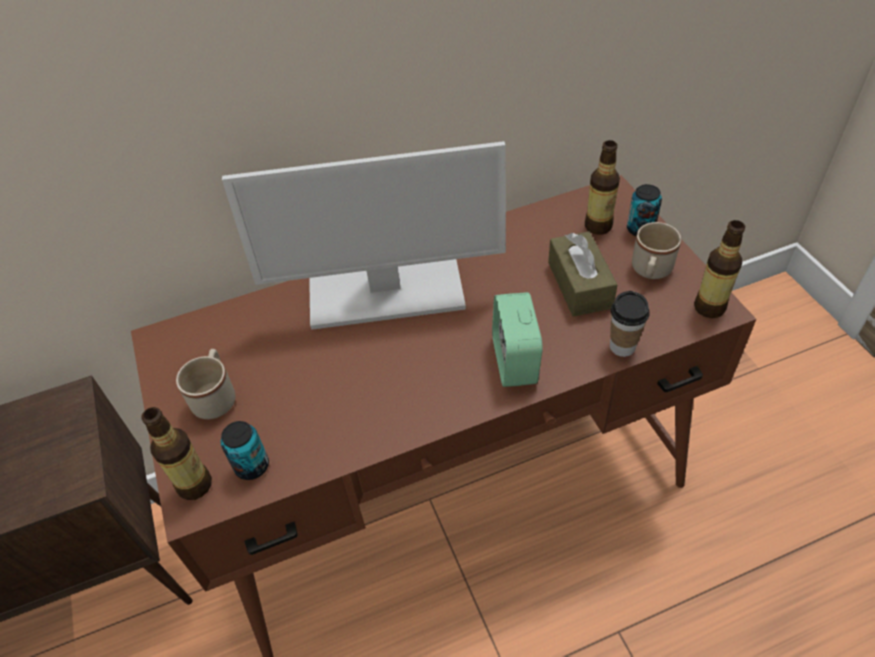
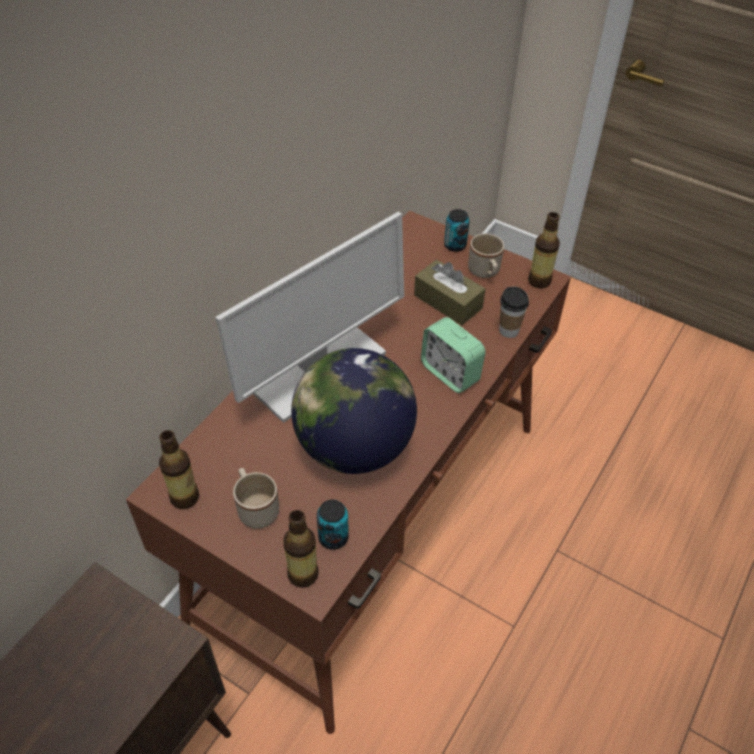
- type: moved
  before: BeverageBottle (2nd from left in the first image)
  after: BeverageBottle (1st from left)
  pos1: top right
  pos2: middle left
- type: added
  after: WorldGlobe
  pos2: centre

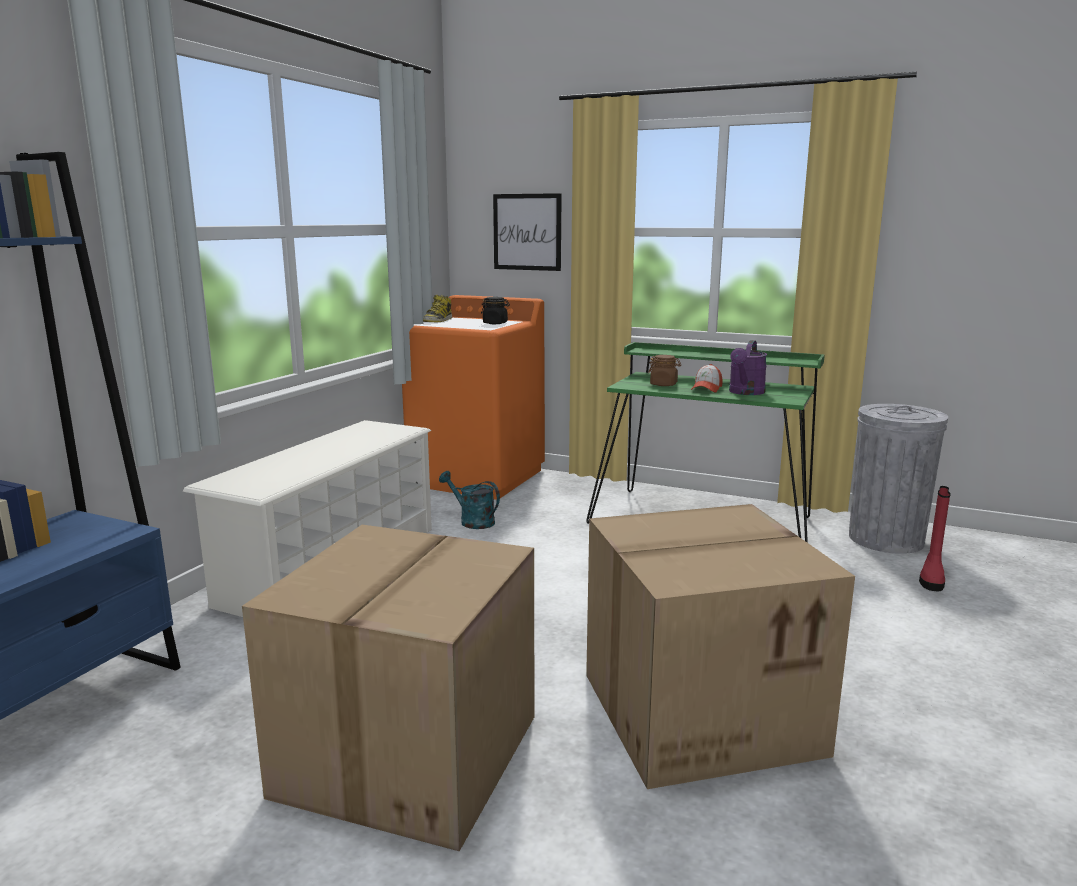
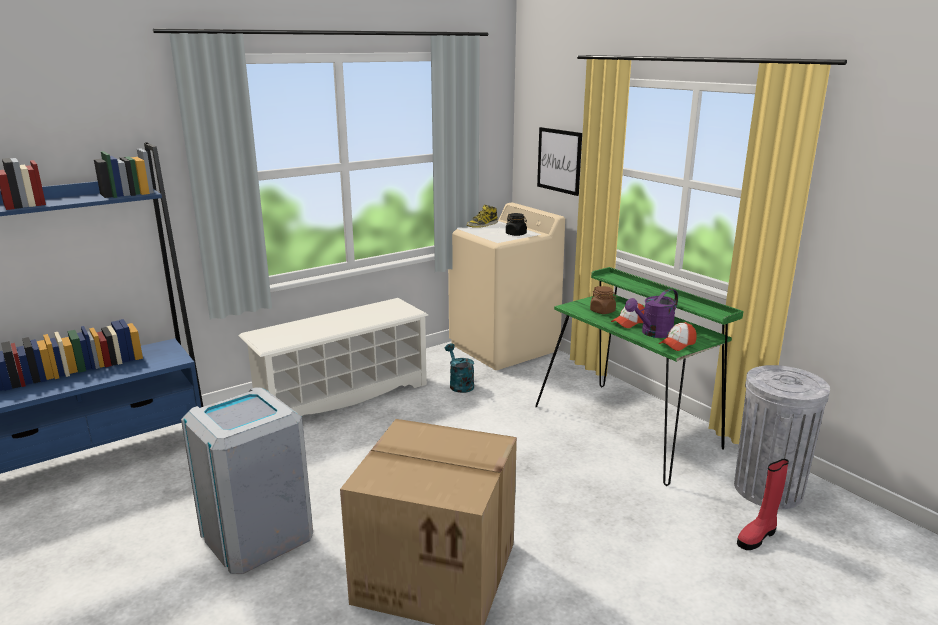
- type: replaced
  before: Carton (1st from left)
  after: GrayTrashCan (1st from left)
  pos1: bottom centre
  pos2: bottom left
- type: recoloured
  before: OrangeWashingMachine
  after: BeigeWashingMachine
  pos1: centre
  pos2: centre
- type: added
  after: PeakedCap (2nd from left)
  pos2: middle right

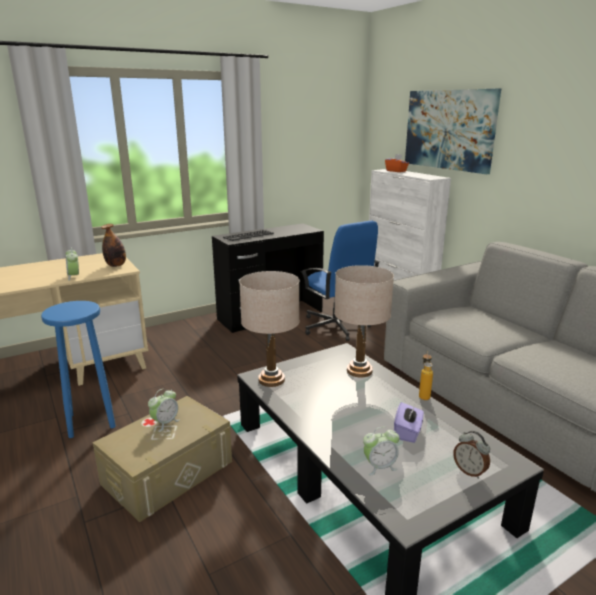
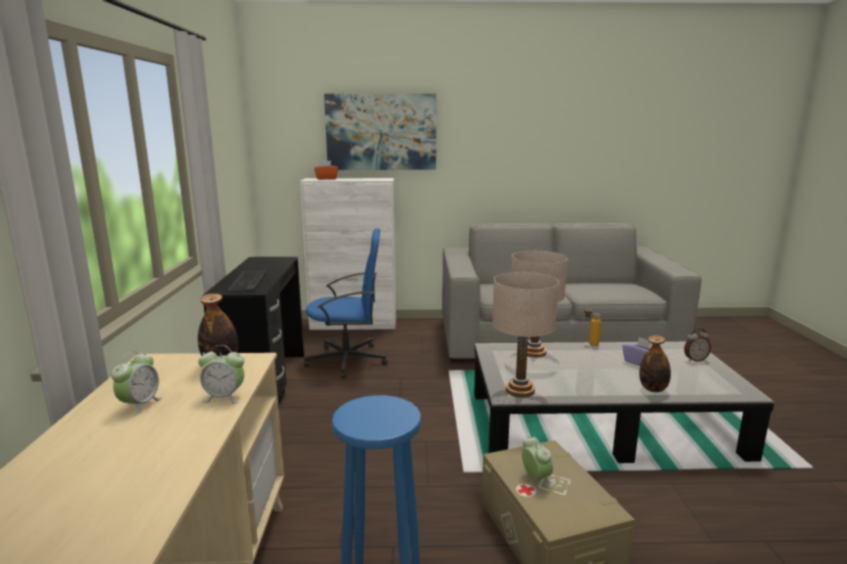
- type: moved
  before: BedsideClock (3rd from left in the first image)
  after: BedsideClock (1st from left)
  pos1: bottom centre
  pos2: bottom left
- type: added
  after: BeverageBottle (3rd from left)
  pos2: middle right

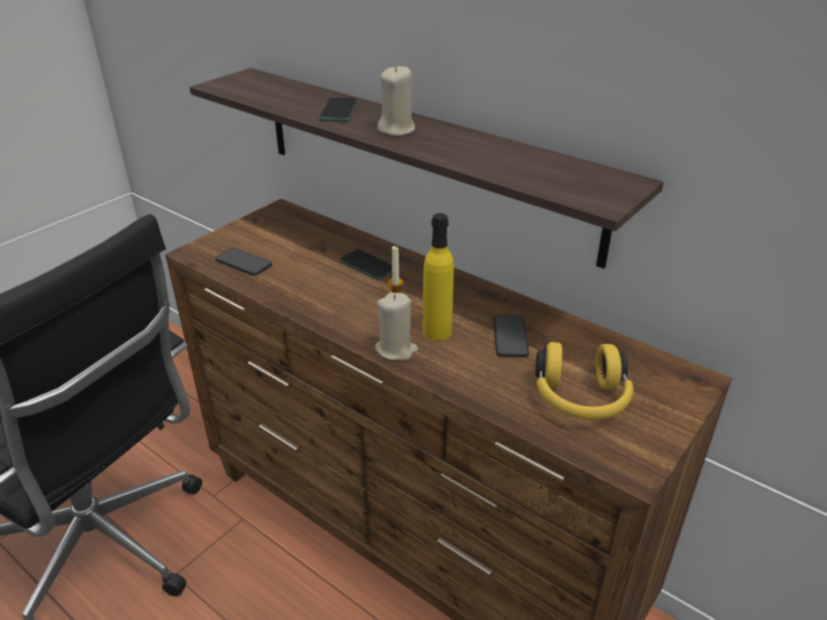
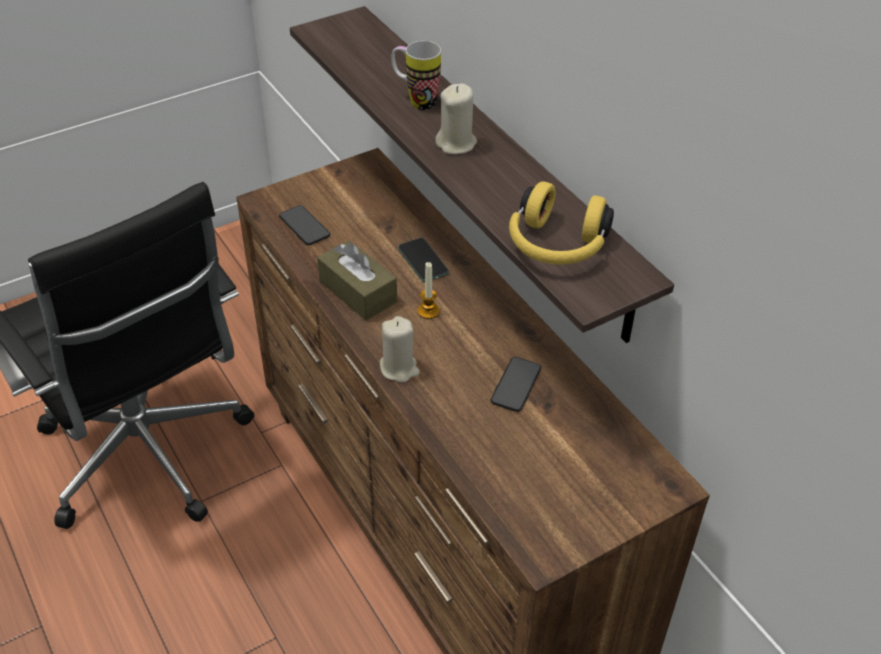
- type: replaced
  before: Telephone (2nd from left)
  after: CoffeeMug
  pos1: top centre
  pos2: top centre
- type: removed
  before: YellowishBeverageBottle
  pos1: centre
- type: moved
  before: YellowishHeadset
  pos1: middle right
  pos2: centre
- type: added
  after: BrownBoxOfTissues
  pos2: centre

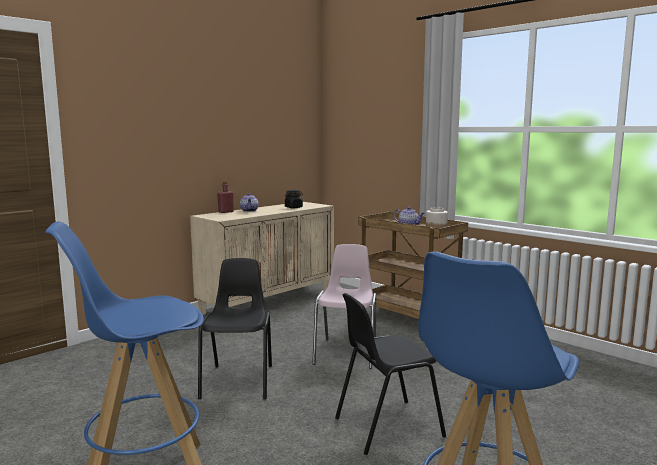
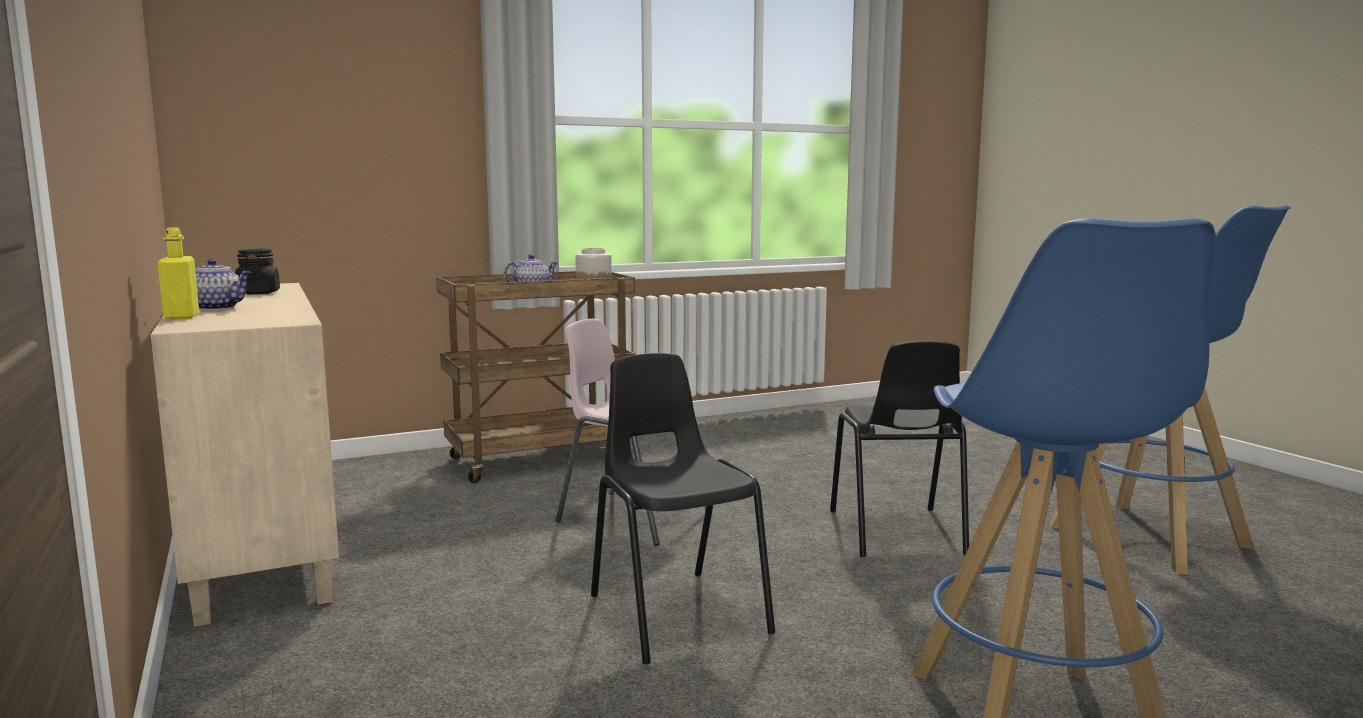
- type: turned
  before: BlackColouredUprightChair (1st from left)
  pos1: bottom centre
  pos2: bottom centre
  turn: 45
- type: recoloured
  before: RedColouredBeverageBottle
  after: YellowishBeverageBottle
  pos1: centre
  pos2: middle left

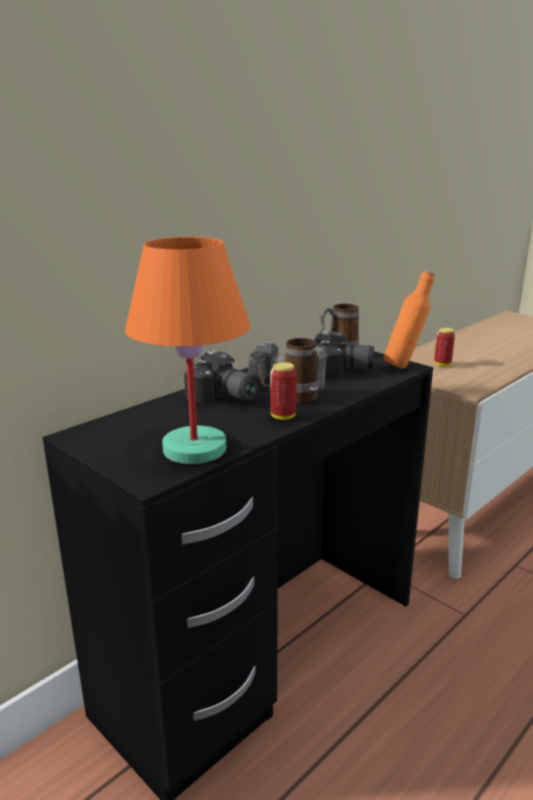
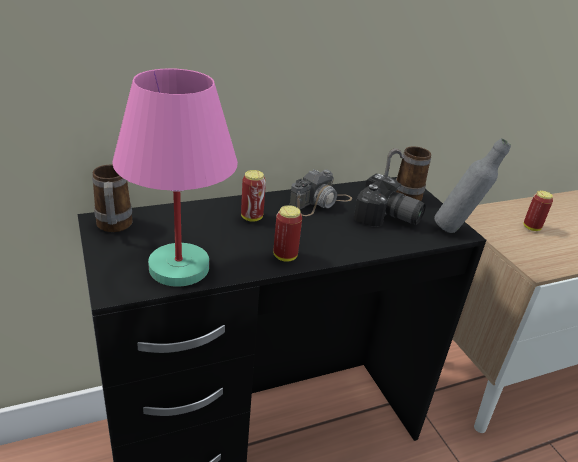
- type: recoloured
  before: OrangeLampForATable
  after: PinkLampForATable
  pos1: centre
  pos2: middle left
- type: replaced
  before: PhotoCamera (1st from left)
  after: Can (1st from left)
  pos1: centre
  pos2: centre
- type: moved
  before: CoffeeMug (1st from left)
  pos1: centre
  pos2: middle left
- type: recoloured
  before: OrangeBeverageBottle
  after: GrayBeverageBottle
  pos1: middle right
  pos2: middle right

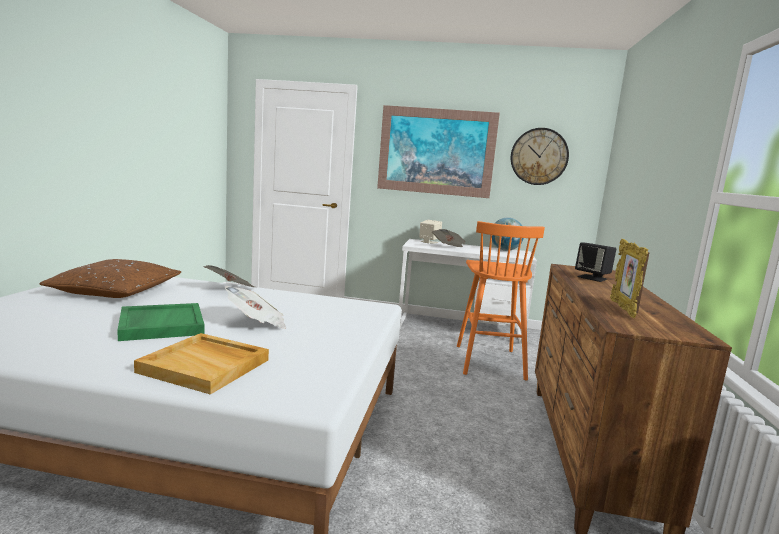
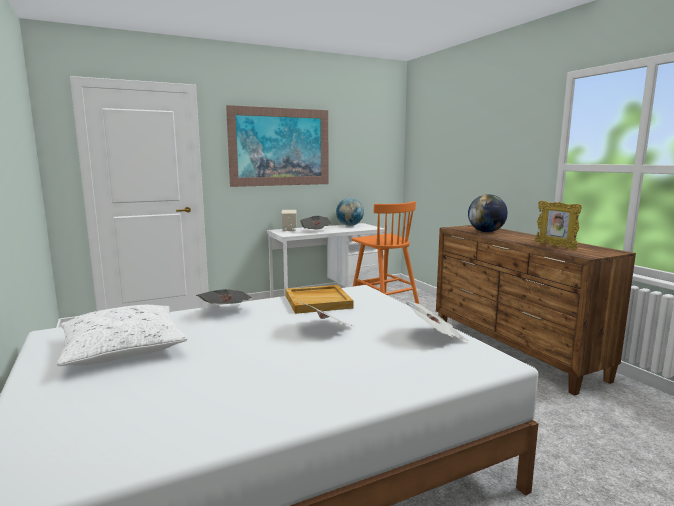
- type: recoloured
  before: BrownCushion
  after: WhitishCushion
  pos1: middle left
  pos2: middle left
- type: removed
  before: GreenTray
  pos1: middle left
- type: moved
  before: BeigeTray
  pos1: bottom left
  pos2: centre
- type: removed
  before: WallClock
  pos1: top right
- type: replaced
  before: BlackColouredSpeaker
  after: WorldGlobe (2nd from left)
  pos1: middle right
  pos2: middle right
- type: added
  after: DailyPaper (4th from left)
  pos2: centre

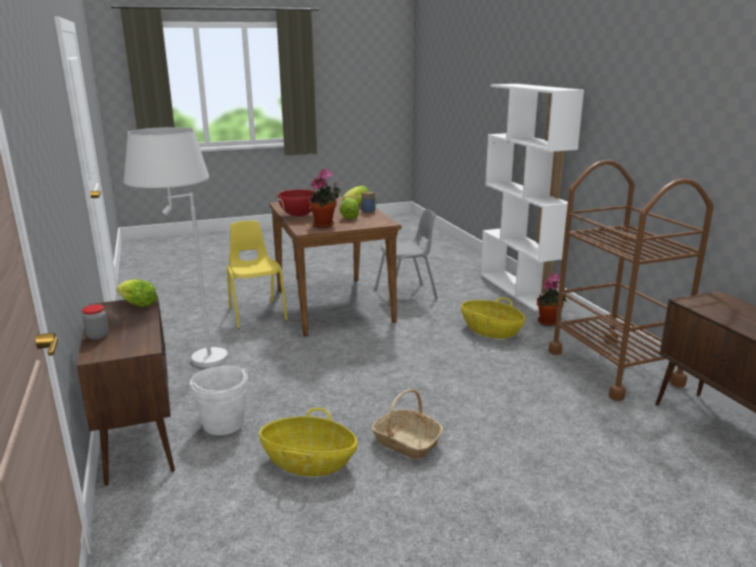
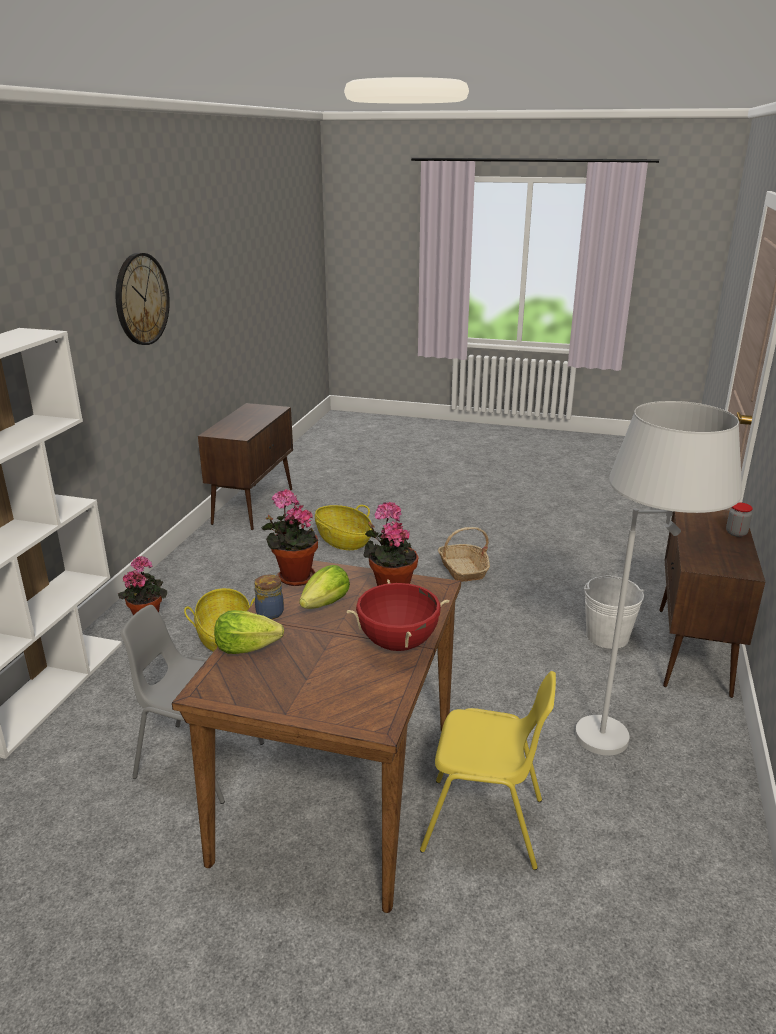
- type: removed
  before: LettuceHead (1st from left)
  pos1: middle left
- type: turned
  before: YellowishUprightChair
  pos1: centre
  pos2: bottom centre
  turn: -90
- type: moved
  before: Basket (1st from left in the first image)
  after: Basket (2nd from left)
  pos1: bottom centre
  pos2: centre
- type: removed
  before: BrownCart
  pos1: middle right
- type: added
  after: WallClock
  pos2: top left
- type: added
  after: Houseplant (2nd from left)
  pos2: centre

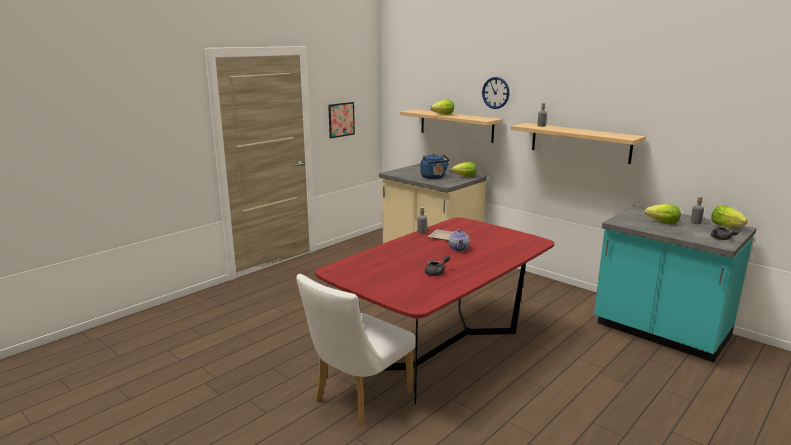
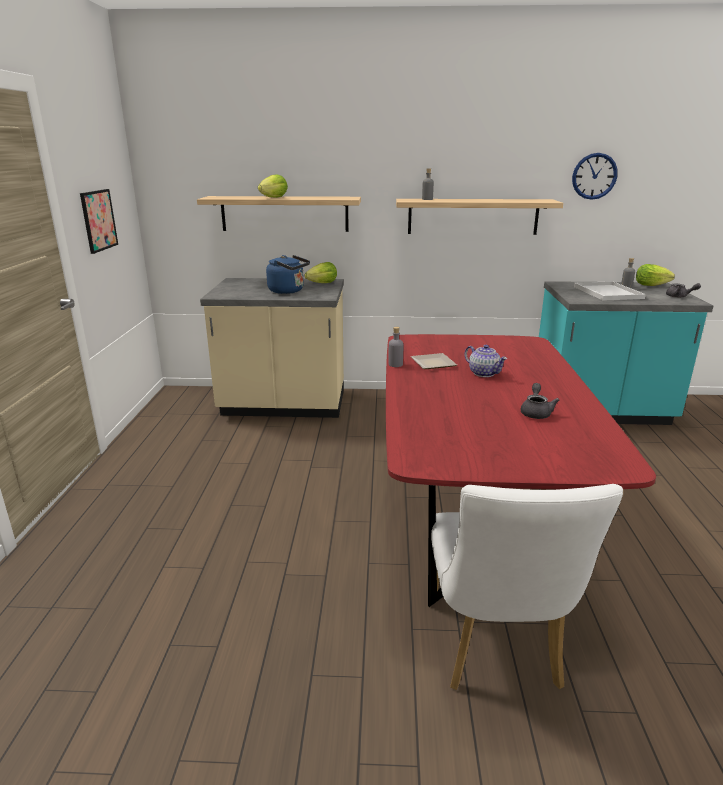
- type: moved
  before: WallClock
  pos1: top centre
  pos2: top right
- type: replaced
  before: LettuceHead (3rd from left)
  after: WhitishTray
  pos1: middle right
  pos2: middle right

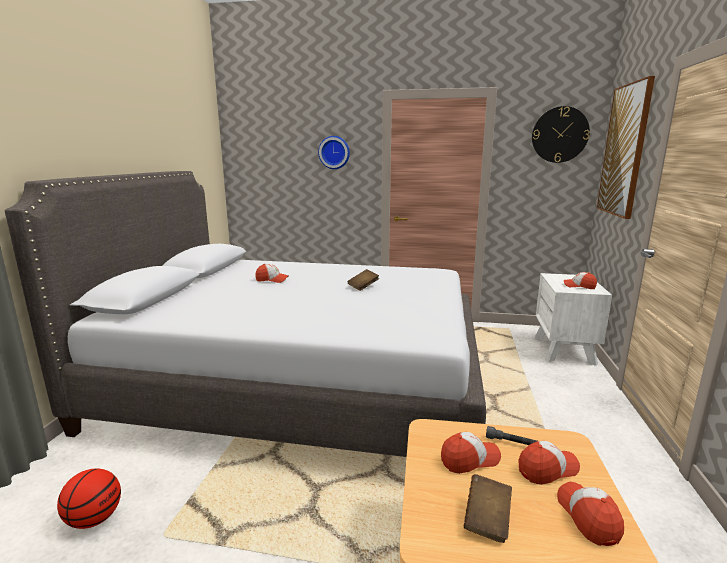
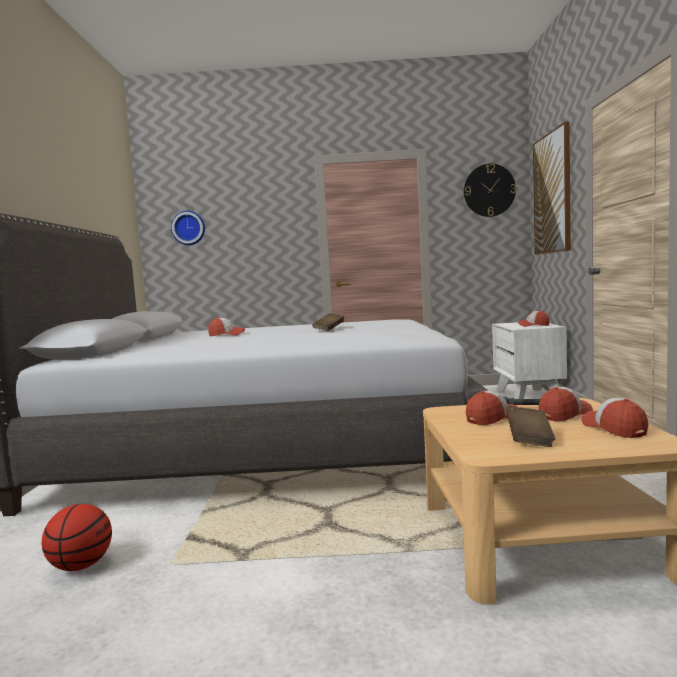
- type: moved
  before: WallClock (1st from left)
  pos1: top centre
  pos2: middle left

